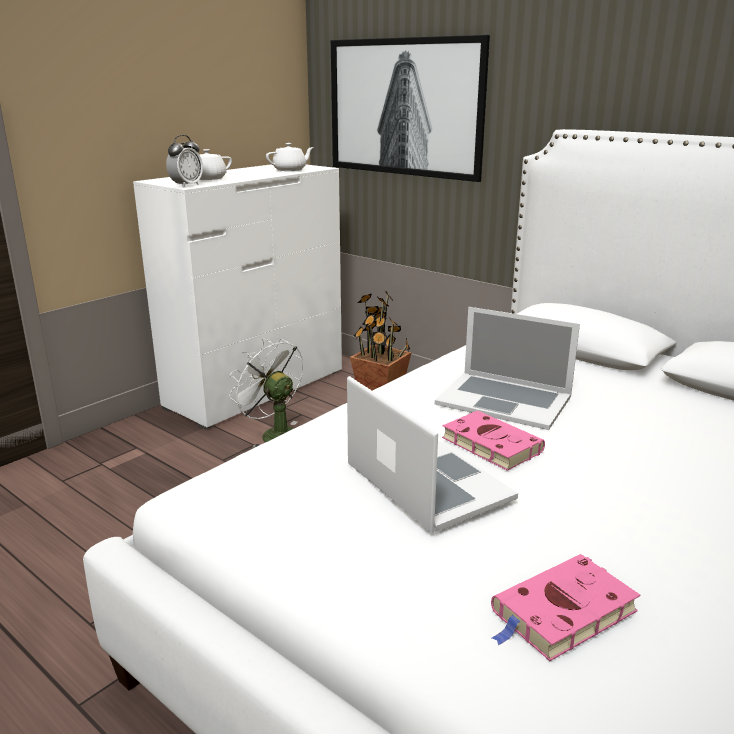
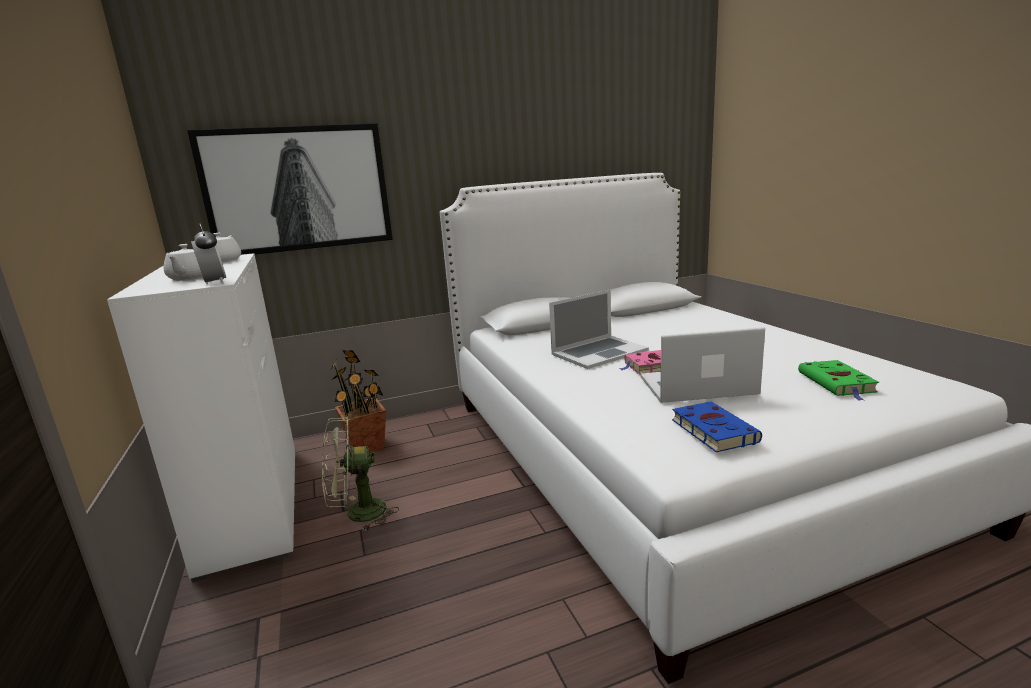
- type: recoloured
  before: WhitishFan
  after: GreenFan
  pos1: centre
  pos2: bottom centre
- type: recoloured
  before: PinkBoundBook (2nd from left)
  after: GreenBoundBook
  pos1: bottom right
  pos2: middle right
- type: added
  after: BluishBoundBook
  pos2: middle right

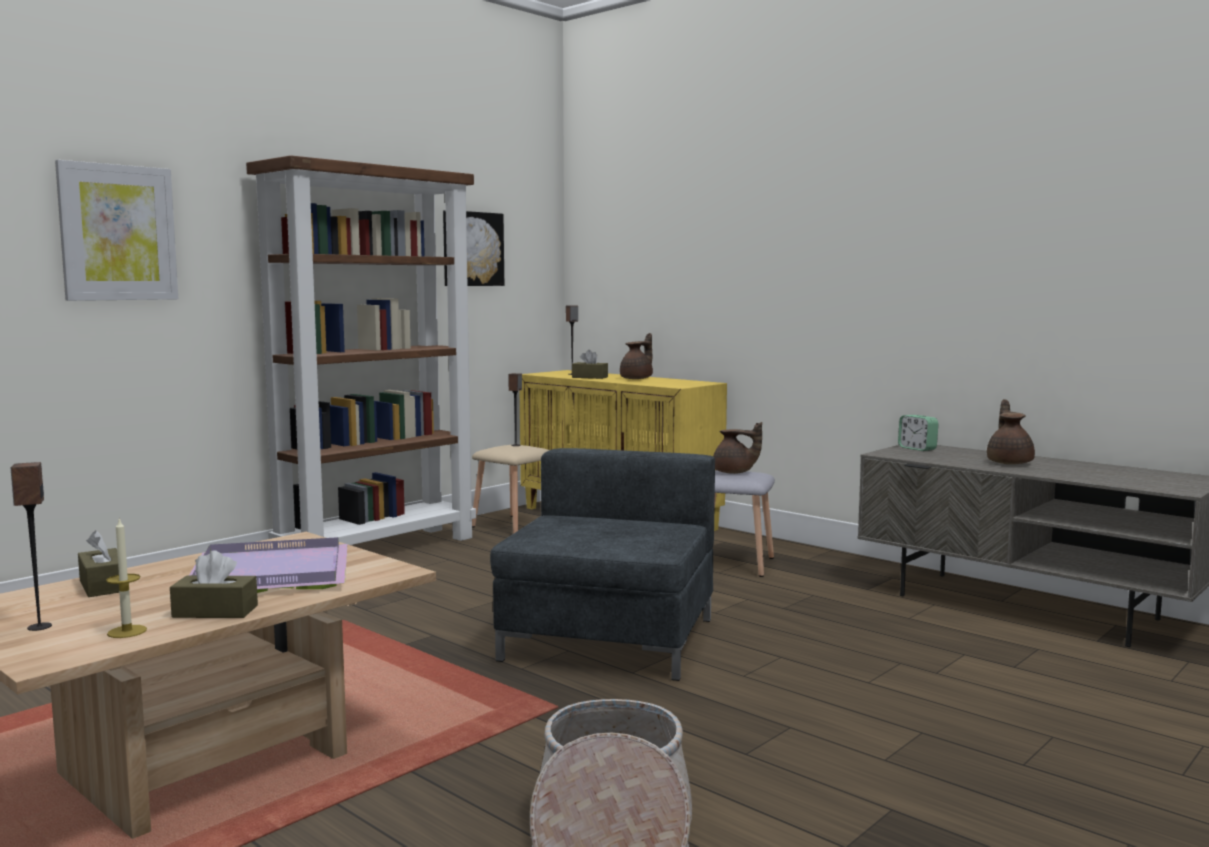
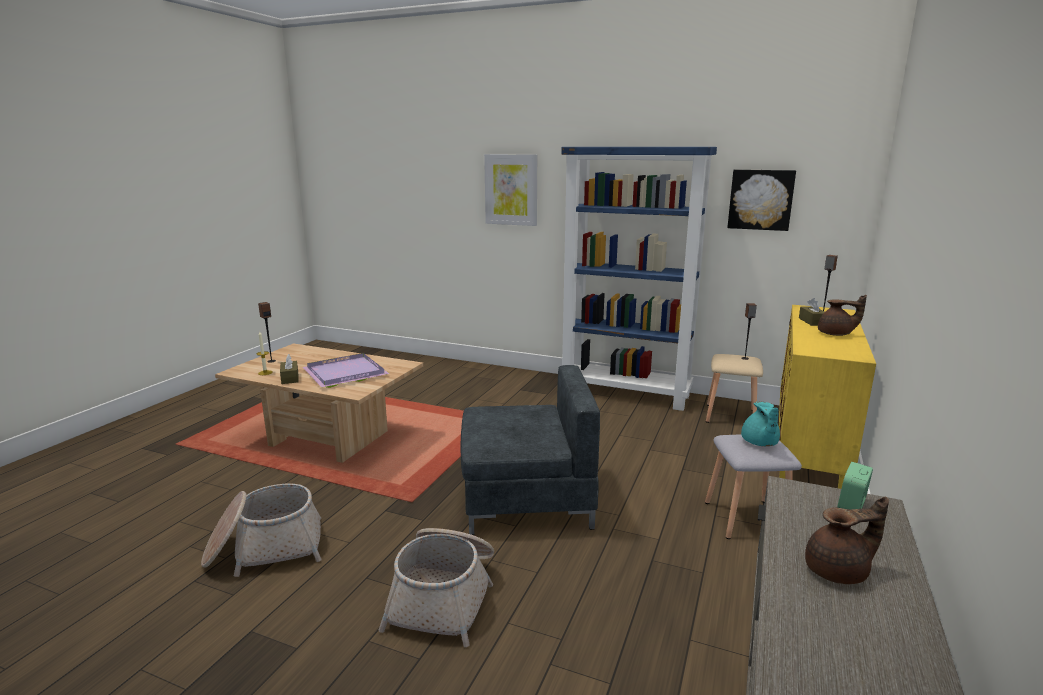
- type: removed
  before: BrownBoxOfTissues (1st from left)
  pos1: middle left
- type: recoloured
  before: BrownBookshelf
  after: BluishBookshelf
  pos1: middle left
  pos2: centre
- type: recoloured
  before: BrownPotForTea (2nd from left)
  after: BlueGreenPotForTea
  pos1: centre
  pos2: middle right
- type: added
  after: Basket (2nd from left)
  pos2: bottom centre

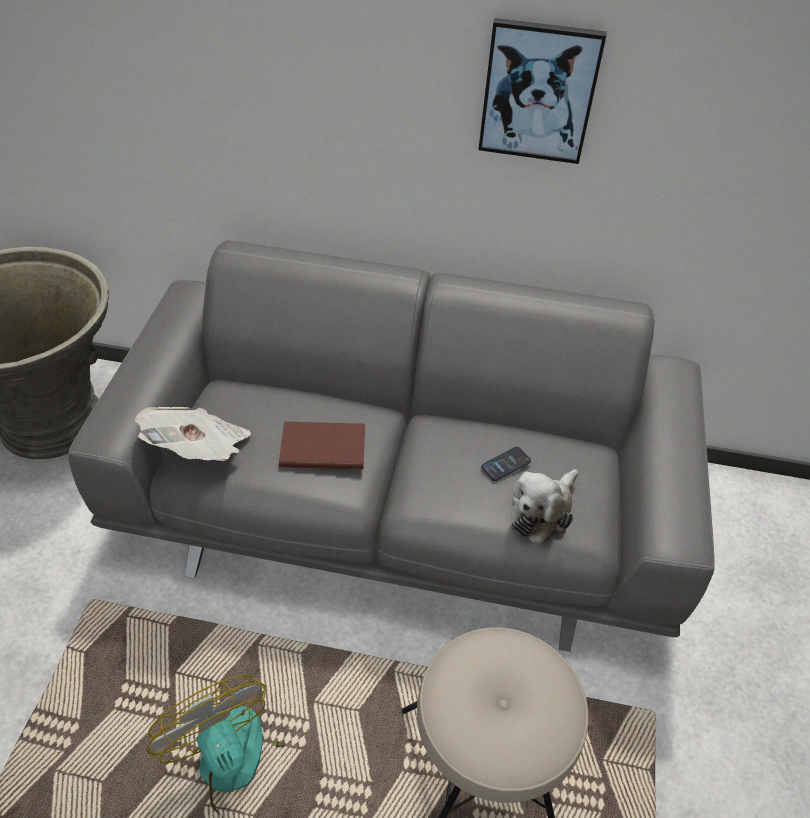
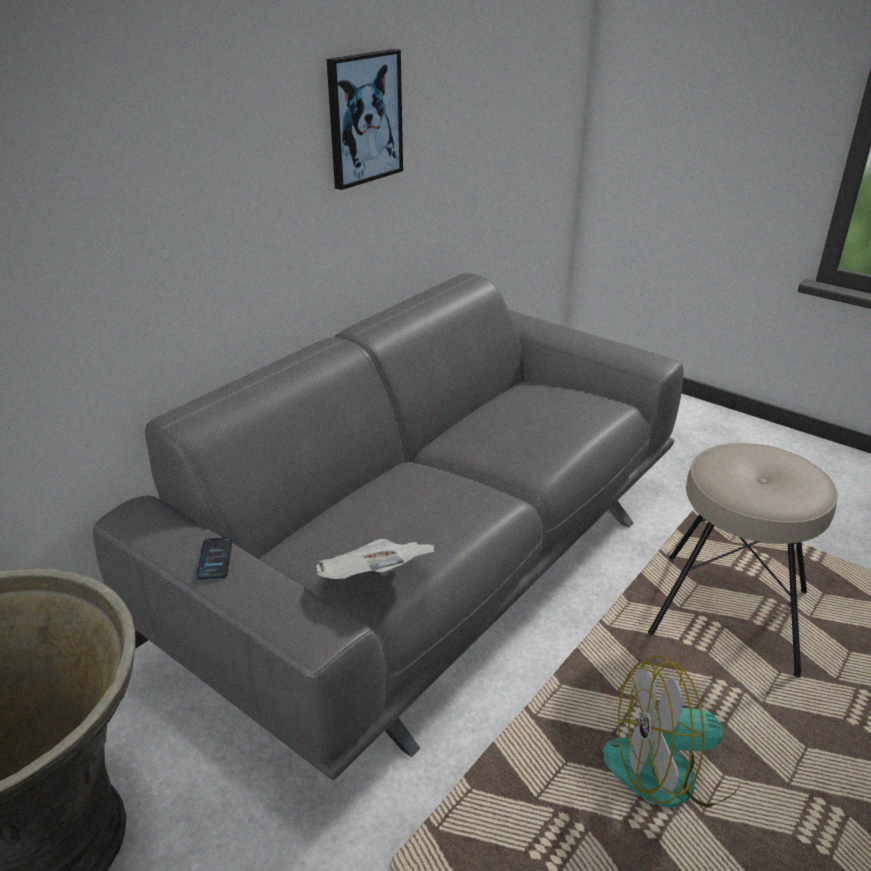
- type: removed
  before: BrownBoundBook
  pos1: centre
- type: moved
  before: Telephone
  pos1: centre
  pos2: middle left
- type: removed
  before: PlushToy
  pos1: middle right

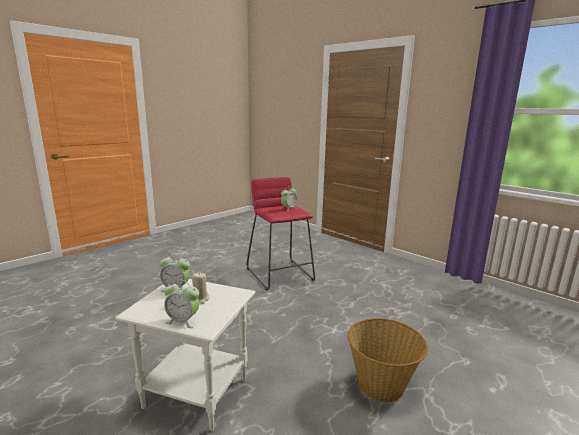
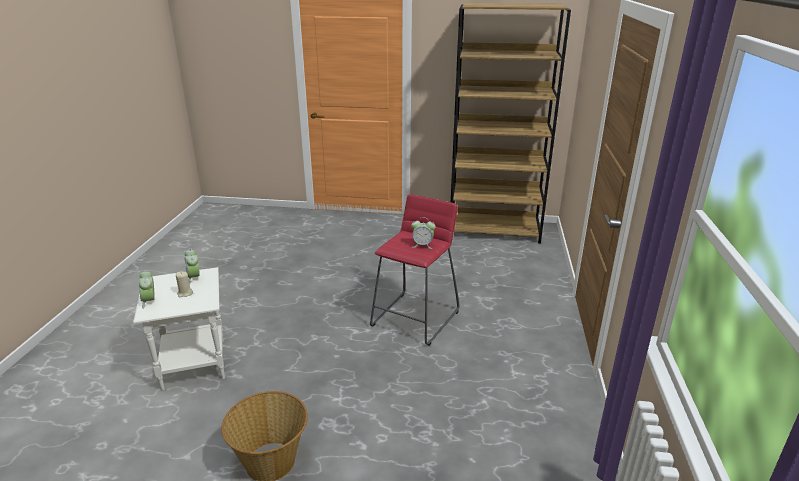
- type: added
  after: BrownBookshelf
  pos2: top centre

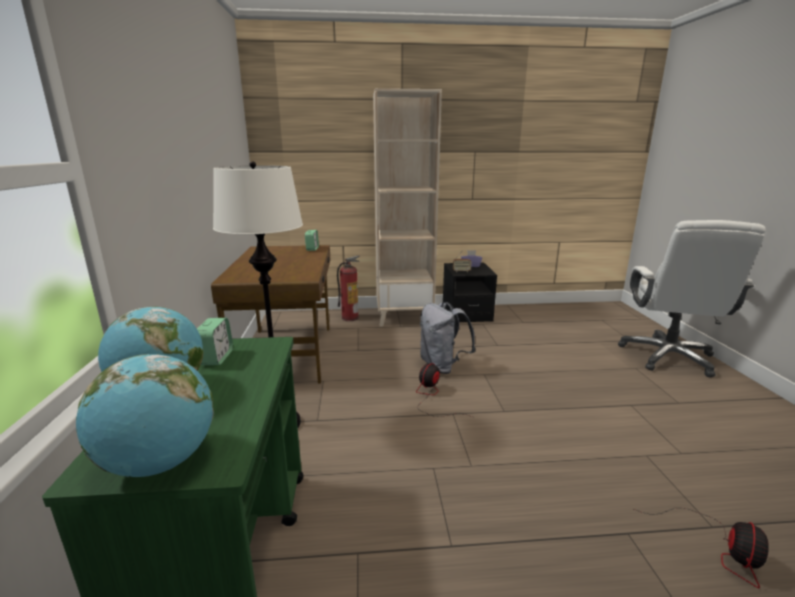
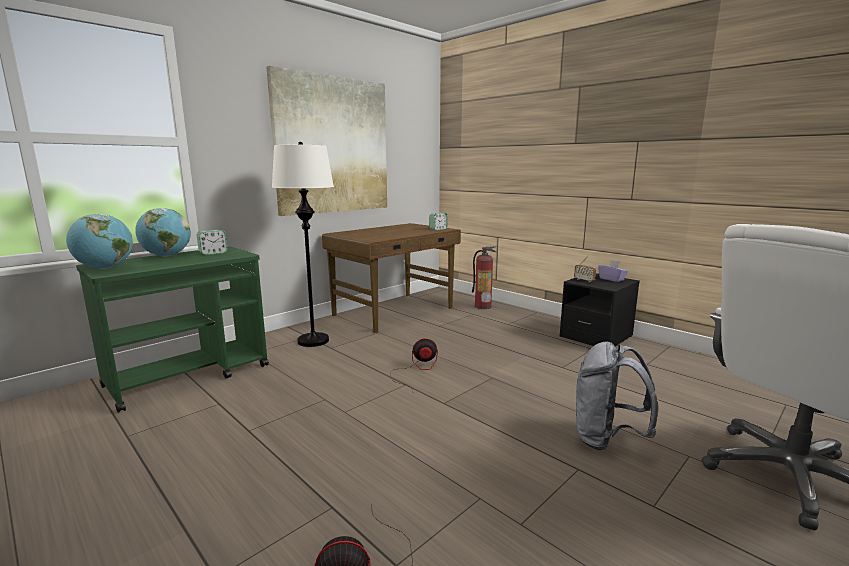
- type: removed
  before: BeigeBookshelf
  pos1: centre
- type: moved
  before: GrayRucksack
  pos1: centre
  pos2: bottom right
- type: added
  after: Picture
  pos2: top centre

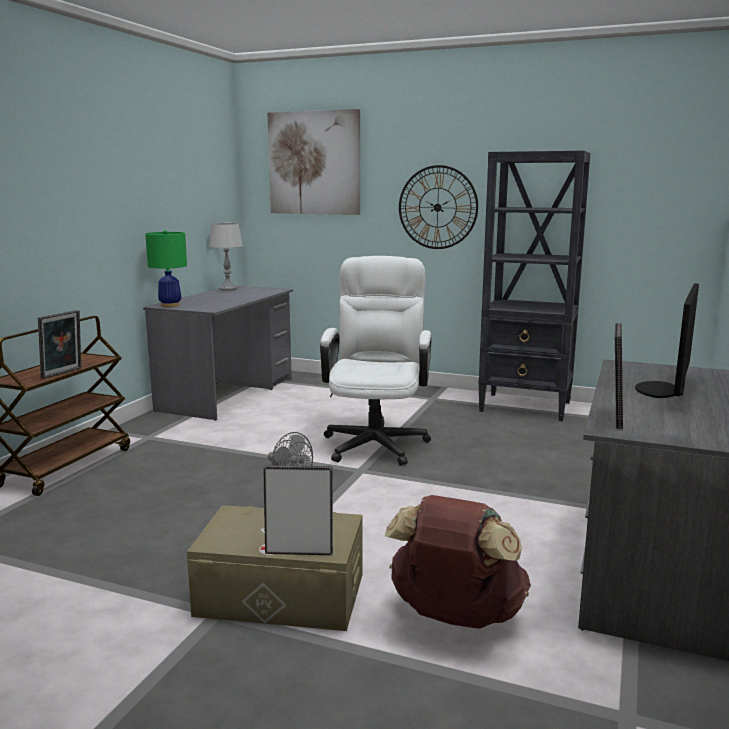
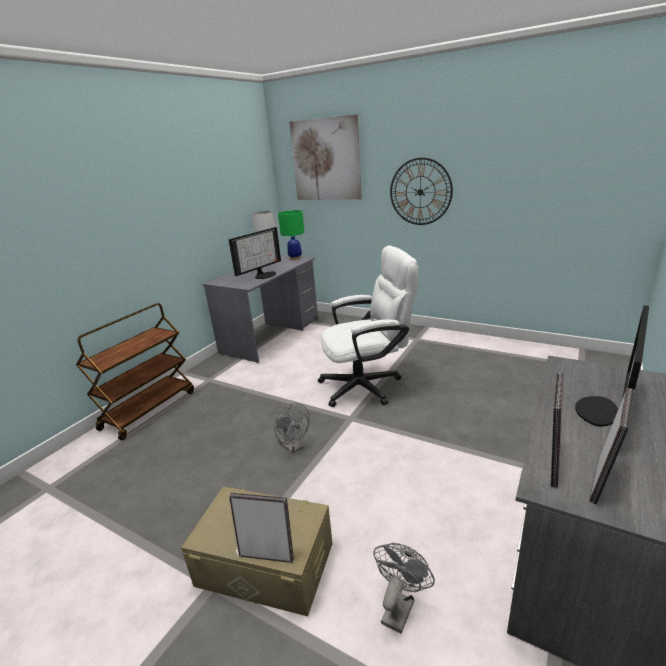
- type: moved
  before: PictureFrame (1st from left in the first image)
  after: PictureFrame (3rd from left)
  pos1: middle left
  pos2: bottom right
- type: moved
  before: GreenLampForATable
  pos1: middle left
  pos2: centre
- type: turned
  before: WhitishDeskChair
  pos1: centre
  pos2: centre
  turn: 60
- type: replaced
  before: BrownRucksack
  after: GrayFan (2nd from left)
  pos1: bottom centre
  pos2: bottom centre
- type: removed
  before: BlackColouredBookshelf
  pos1: middle right
- type: added
  after: Monitor (1st from left)
  pos2: centre

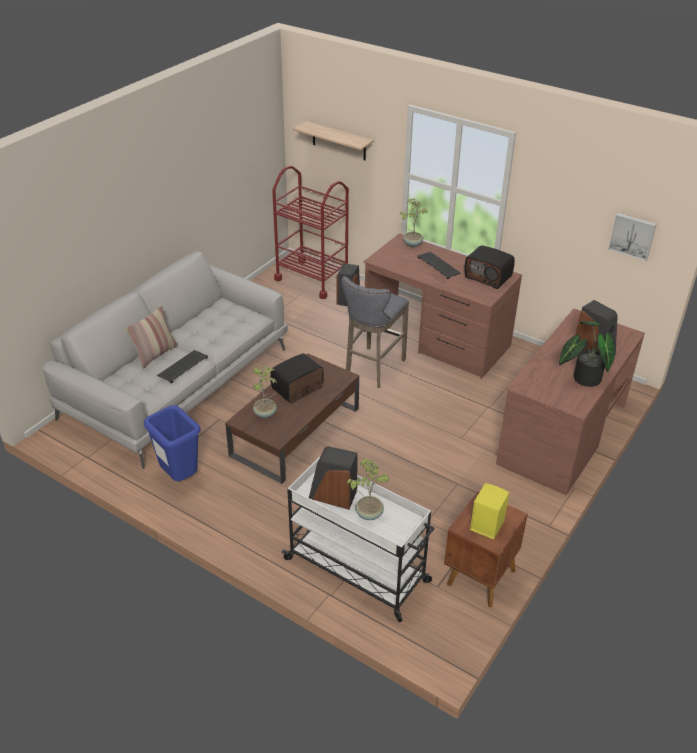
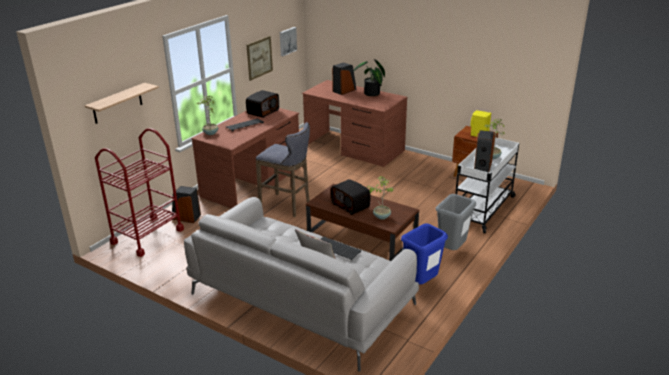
- type: added
  after: Picture (1st from left)
  pos2: top centre
- type: added
  after: GrayTrashCan
  pos2: middle right

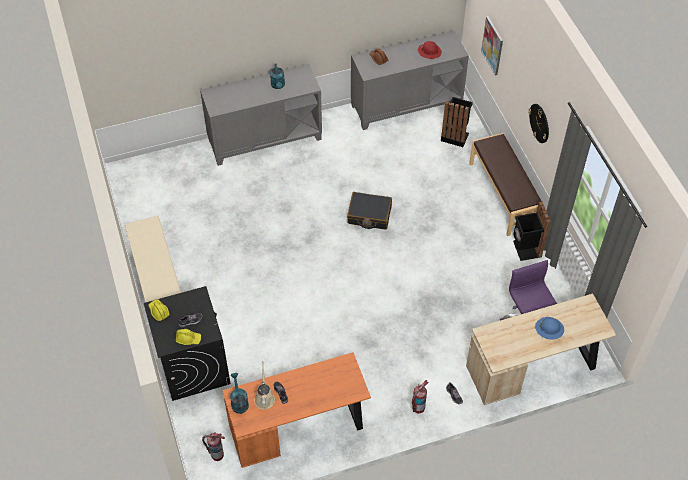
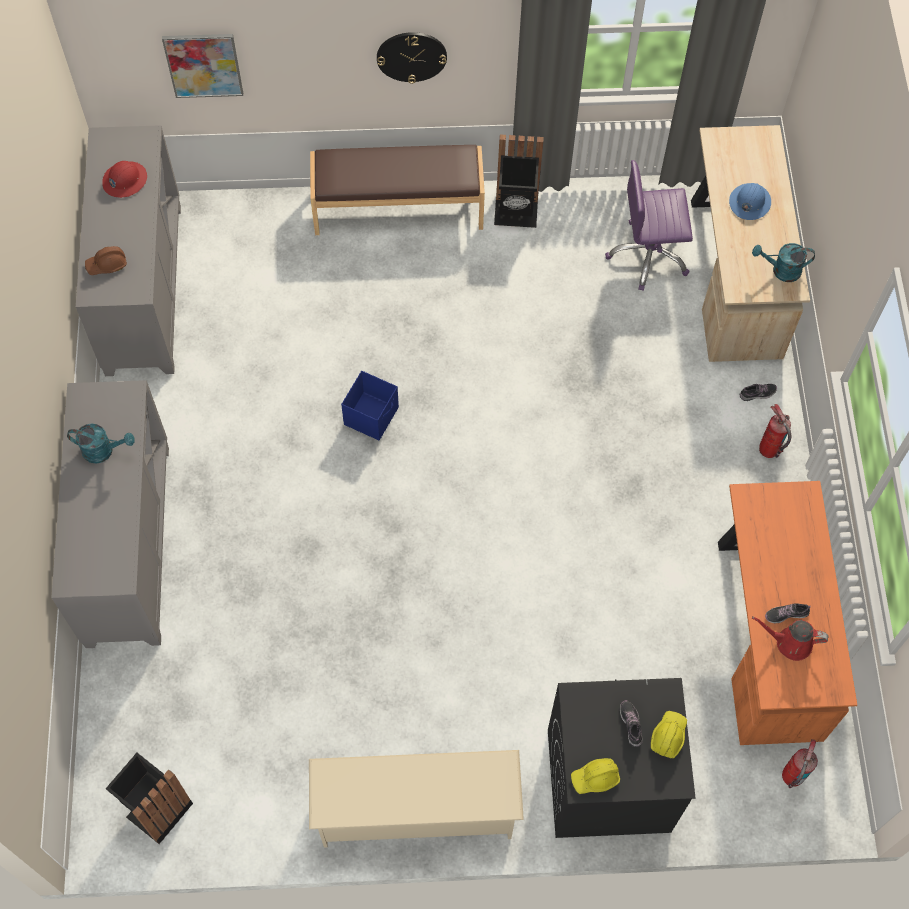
- type: moved
  before: BlueGreenSprinklingCan (1st from left in the first image)
  after: BlueGreenSprinklingCan (2nd from left)
  pos1: bottom centre
  pos2: top right
- type: recoloured
  before: BeigeSprinklingCan
  after: RedColouredSprinklingCan
  pos1: bottom centre
  pos2: bottom right
- type: replaced
  before: BlackColouredPieceOfLuggage
  after: BluishStorageBox
  pos1: centre
  pos2: centre
- type: moved
  before: BlackColouredTrashCan (1st from left)
  pos1: top centre
  pos2: bottom left

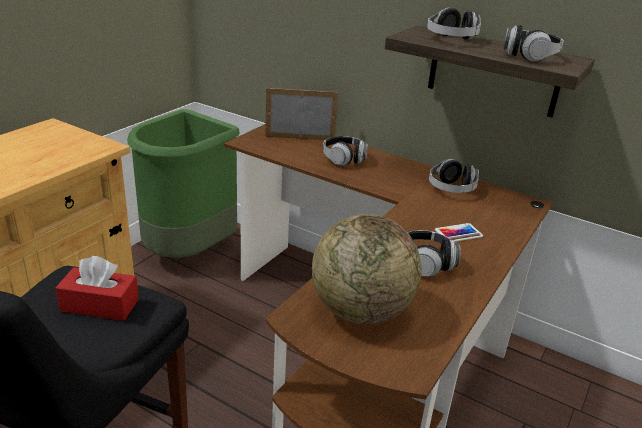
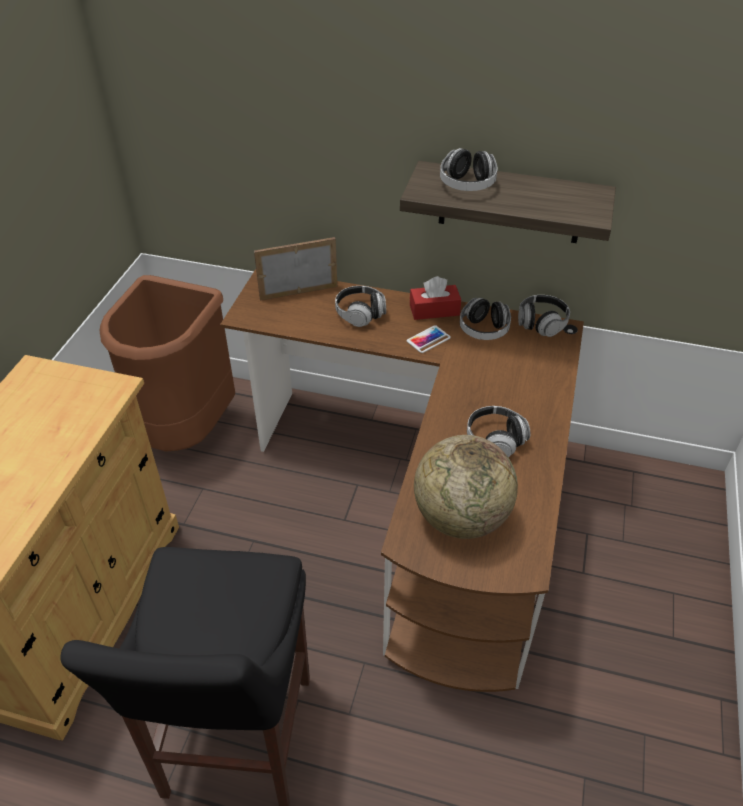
- type: moved
  before: RedColouredBoxOfTissues
  pos1: bottom left
  pos2: centre
- type: recoloured
  before: GreenTrashCan
  after: BrownTrashCan
  pos1: middle left
  pos2: middle left
- type: moved
  before: Telephone
  pos1: middle right
  pos2: centre
- type: moved
  before: Headset (5th from left)
  pos1: top right
  pos2: middle right

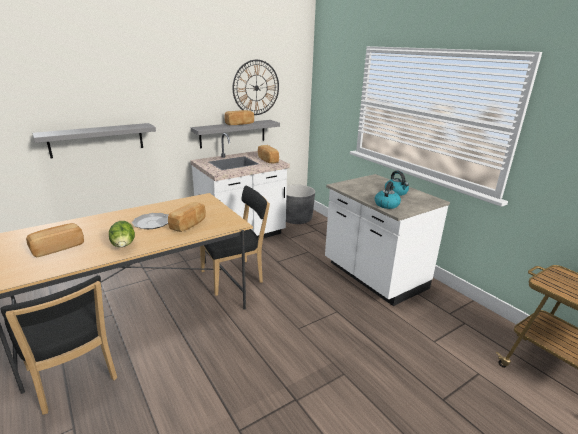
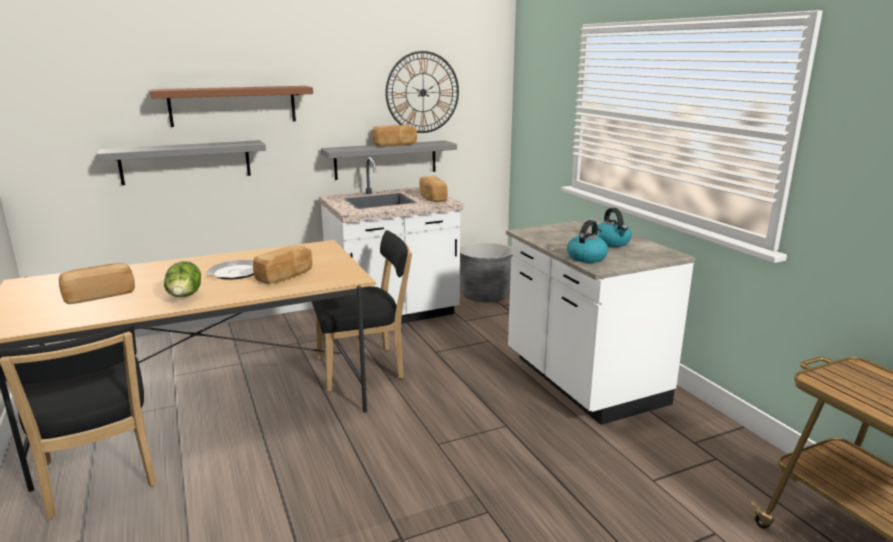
- type: added
  after: BrownWallShelf
  pos2: top left

